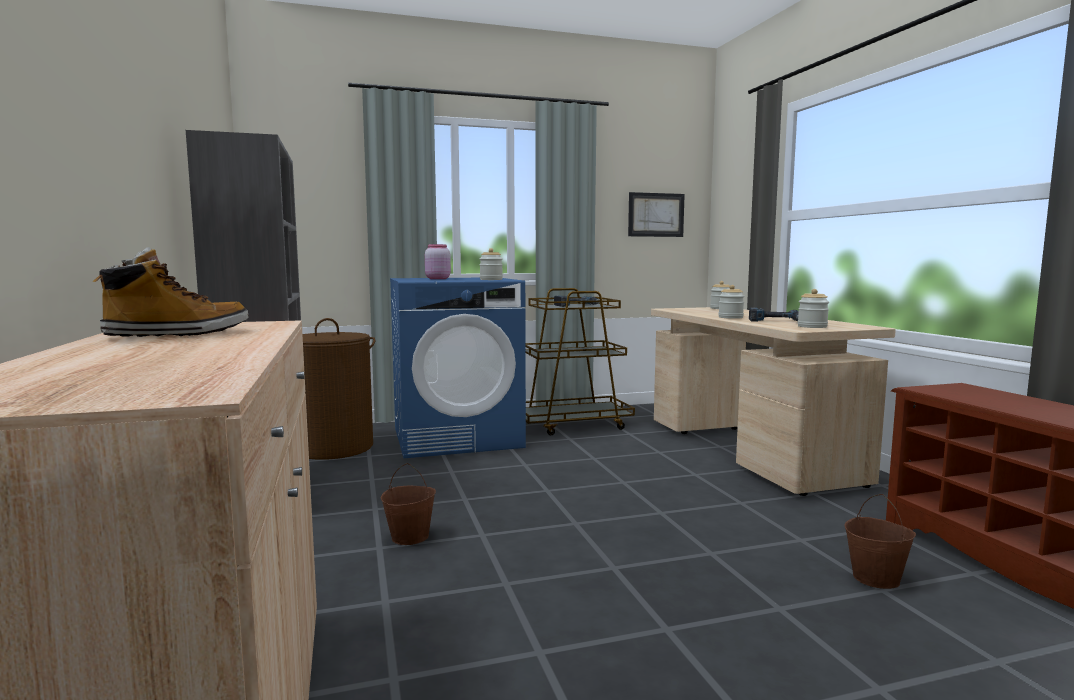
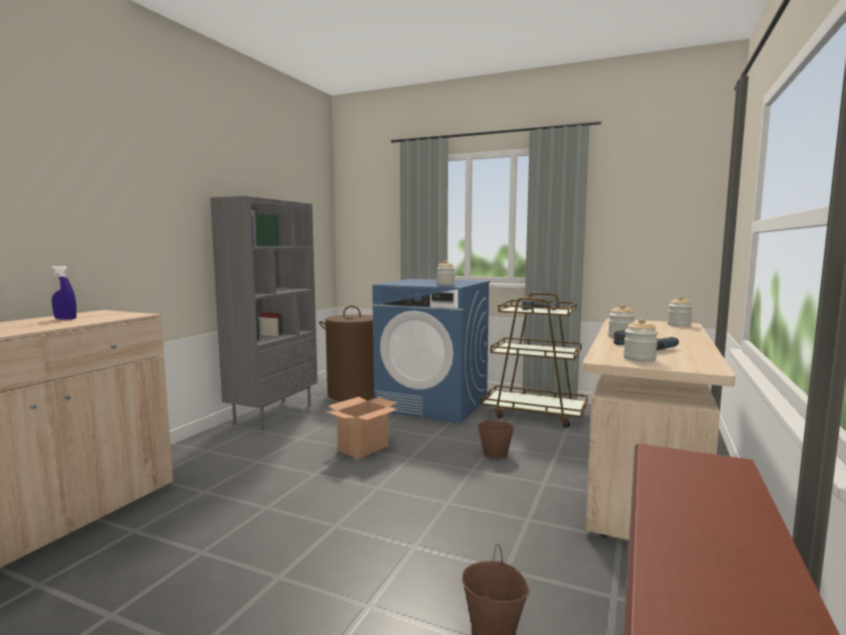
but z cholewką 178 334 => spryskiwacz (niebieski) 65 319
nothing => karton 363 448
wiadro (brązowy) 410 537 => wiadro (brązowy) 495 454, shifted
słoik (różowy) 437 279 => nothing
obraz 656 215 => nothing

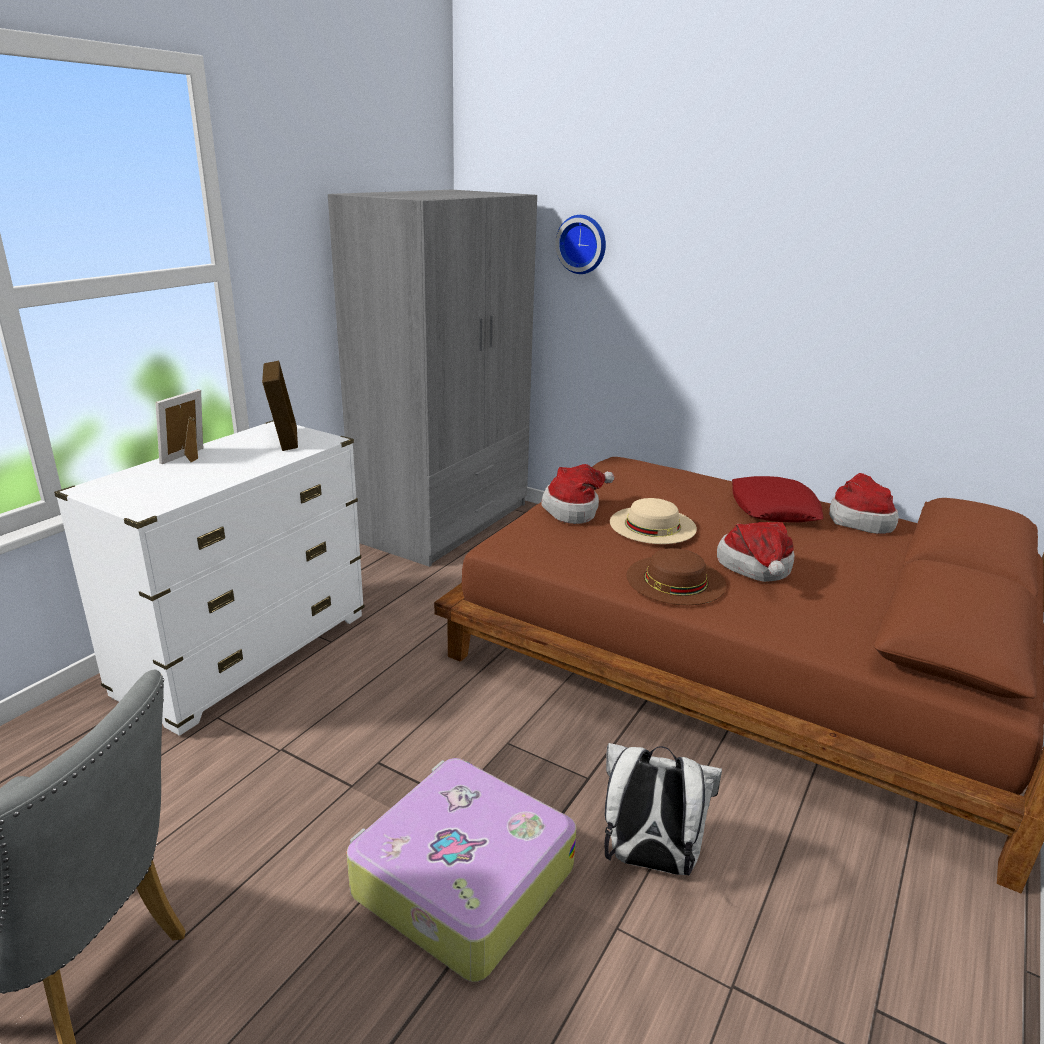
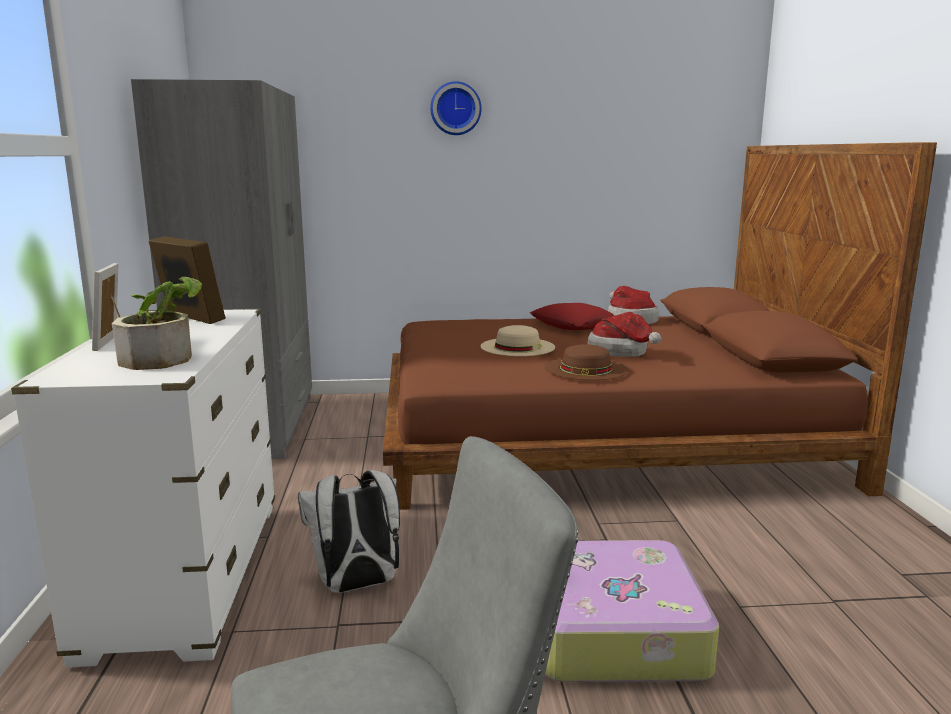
nothing => roślina doniczkowa 164 358
plecak (biały) 648 860 => plecak (biały) 356 586, shifted
zegar ścienny 582 244 => zegar ścienny 455 108, shifted
kapelusz 575 509 => nothing

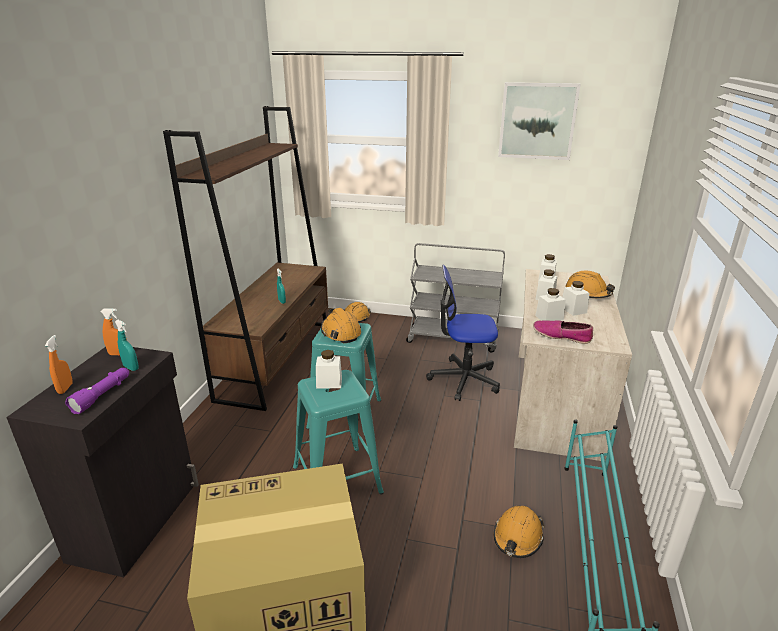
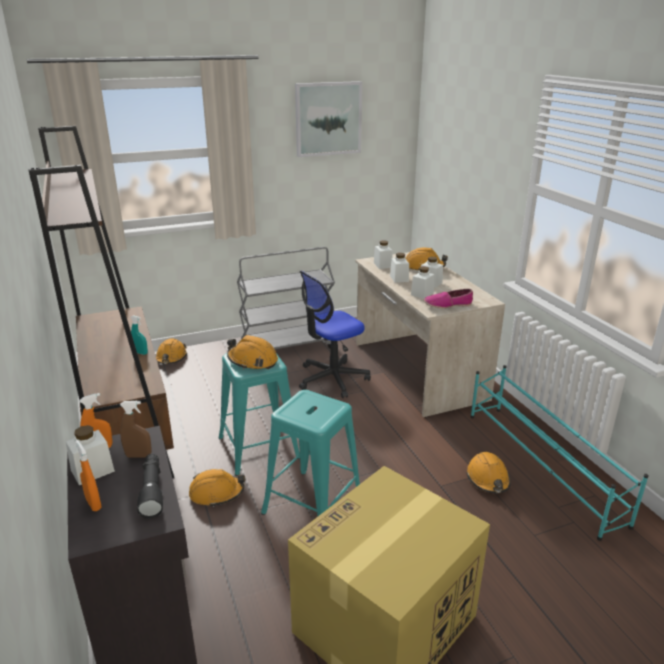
słoik (biały) 329 382 => słoik (biały) 92 471, shifted
spryskiwacz (turkusowy) 131 368 => spryskiwacz (brązowy) 138 455
latarka (fioletowy) 103 395 => latarka (czarny) 152 491
nothing => kask (pomarańczowy) 216 493

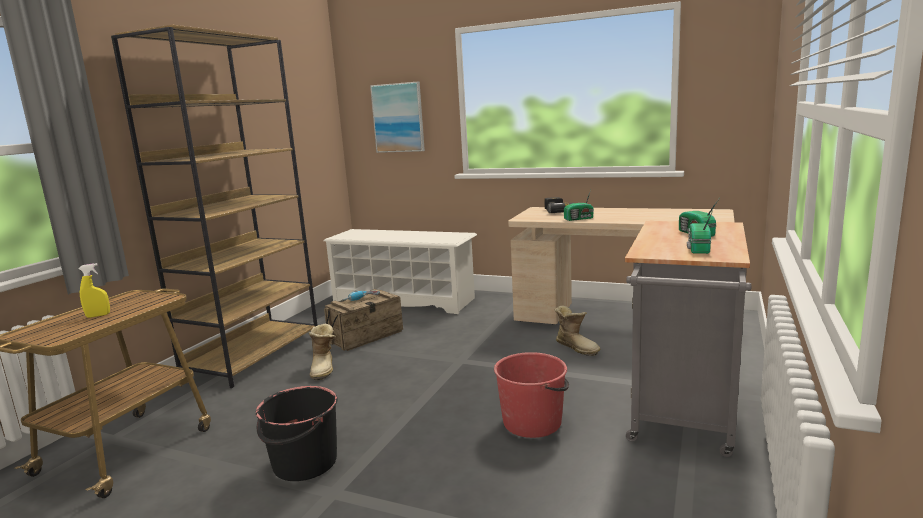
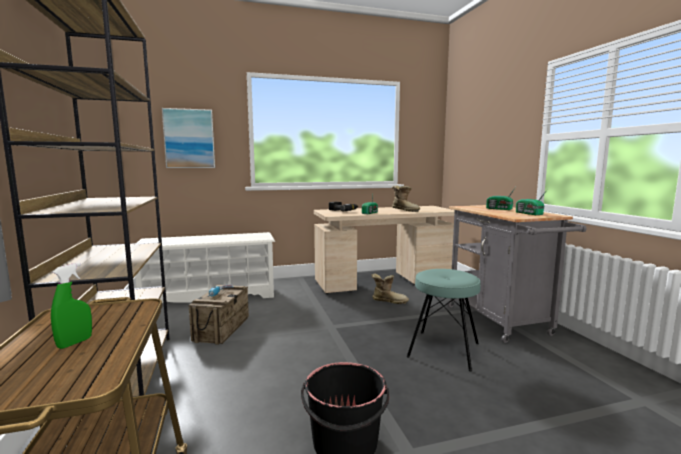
spryskiwacz (żółty) 98 315 => spryskiwacz (zielony) 75 343
but z cholewką 324 369 => but z cholewką 405 210, shifted
wiadro (czerwony) 533 422 => stołek (turkusowy) 443 350

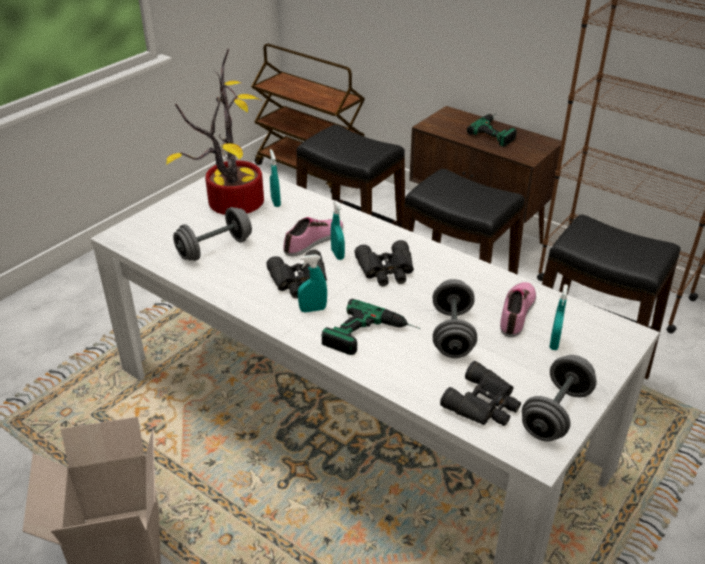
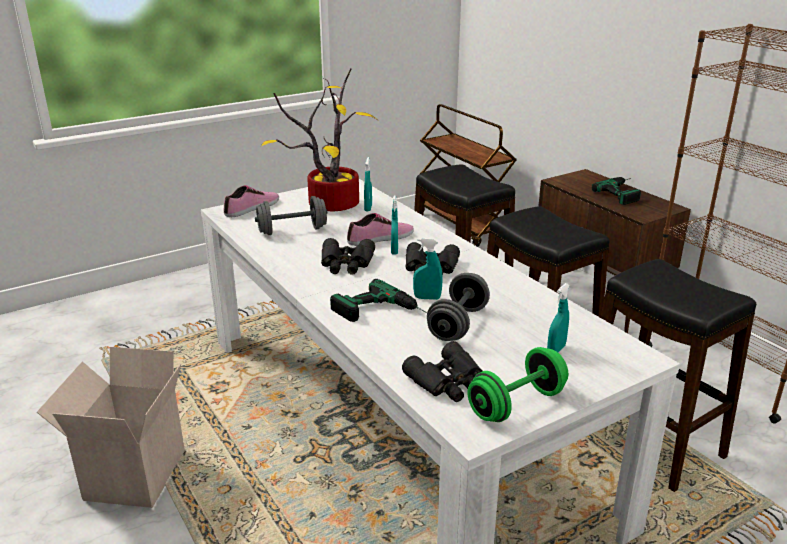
but 517 313 => but 252 208, shifted
spryskiwacz (turkusowy) 313 309 => spryskiwacz (turkusowy) 427 298, shifted
hantel (szary) 555 413 => hantel (zielony) 516 404

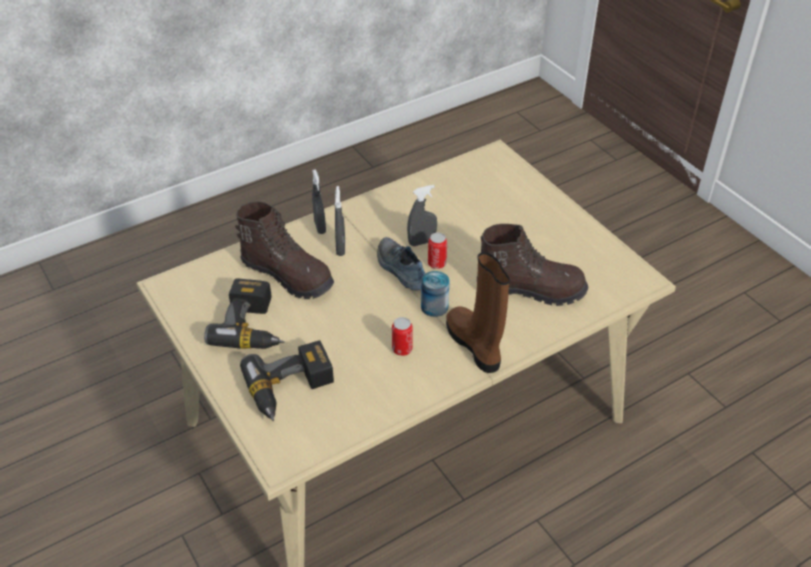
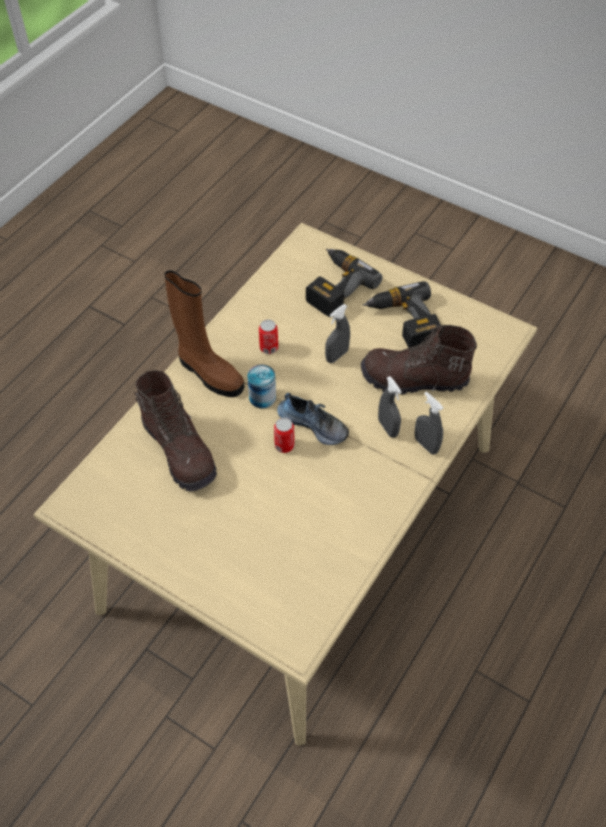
but z cholewką (brązowy) 530 288 => but z cholewką (brązowy) 180 450, 105 degrees counterclockwise
spryskiwacz (szary) 422 242 => spryskiwacz (szary) 337 355, shifted

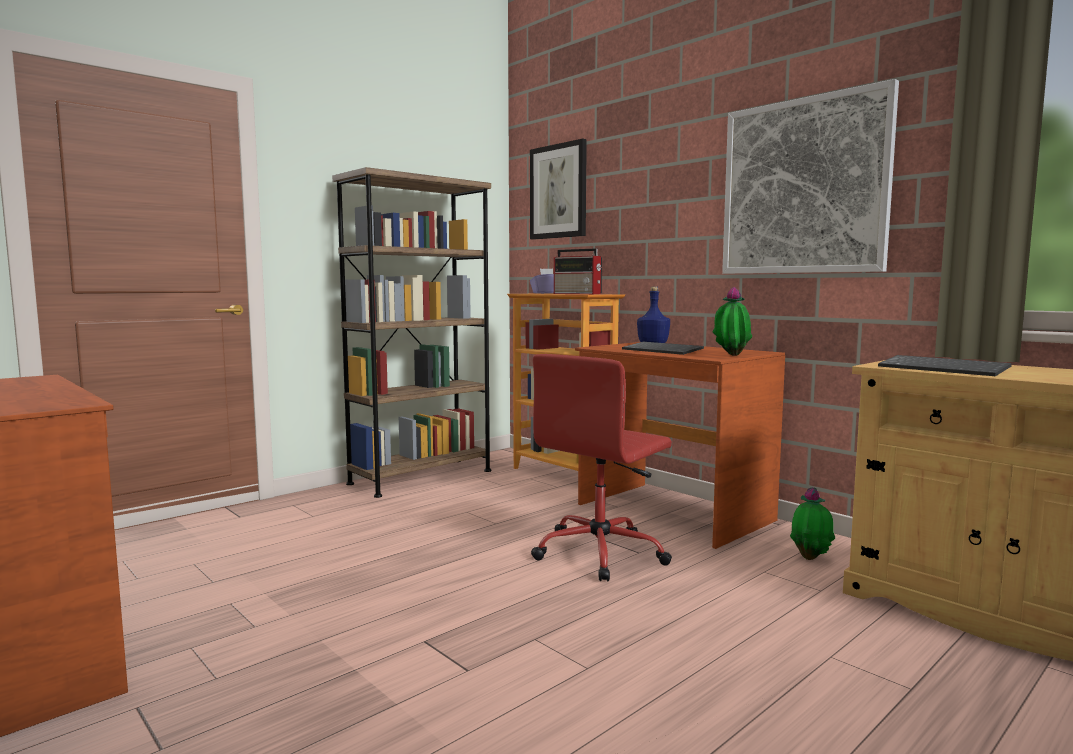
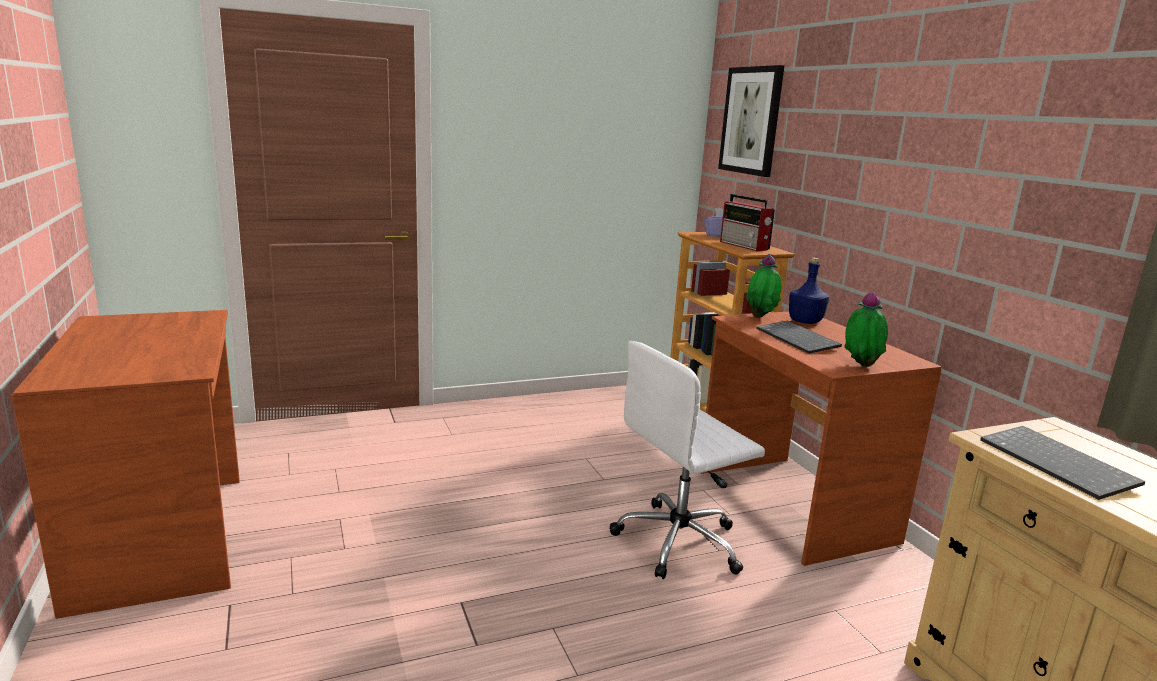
krzesło biurowe (czerwony) 601 553 => krzesło biurowe (biały) 680 541
roślina doniczkowa 811 558 => roślina doniczkowa 761 317, shifted
regał (brązowy) 421 477 => nothing
obraz 803 187 => nothing

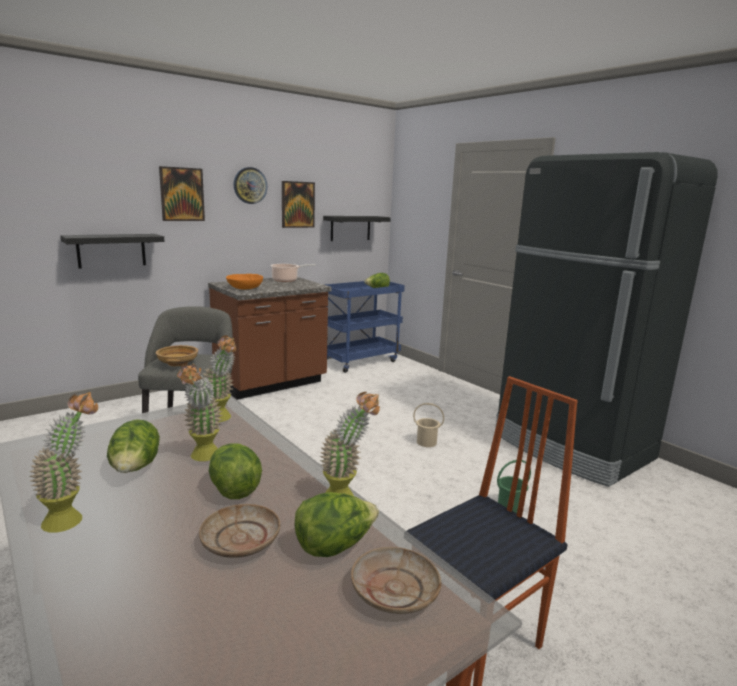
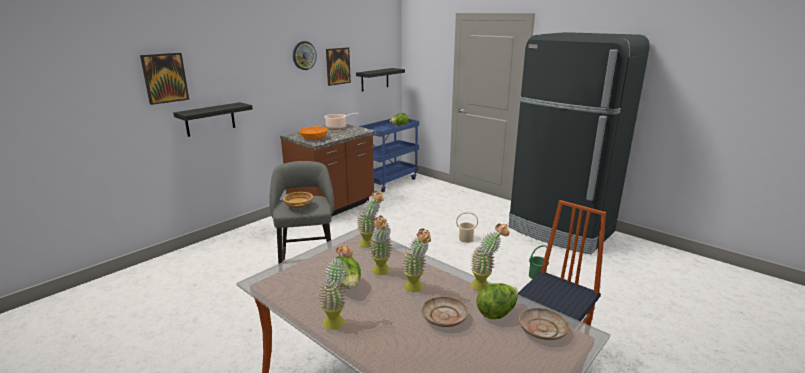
obraz 182 194 => obraz 165 78, shifted
sałata 234 489 => roślina doniczkowa 416 289

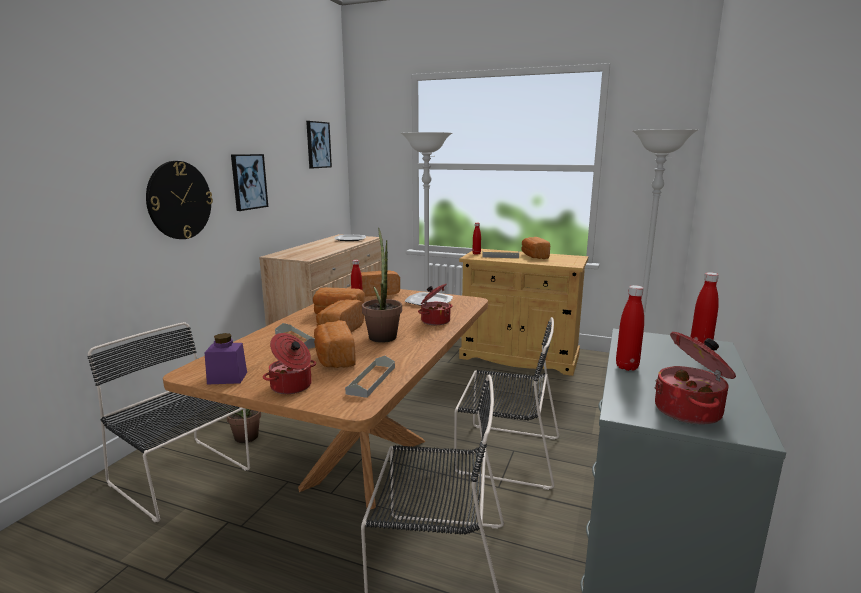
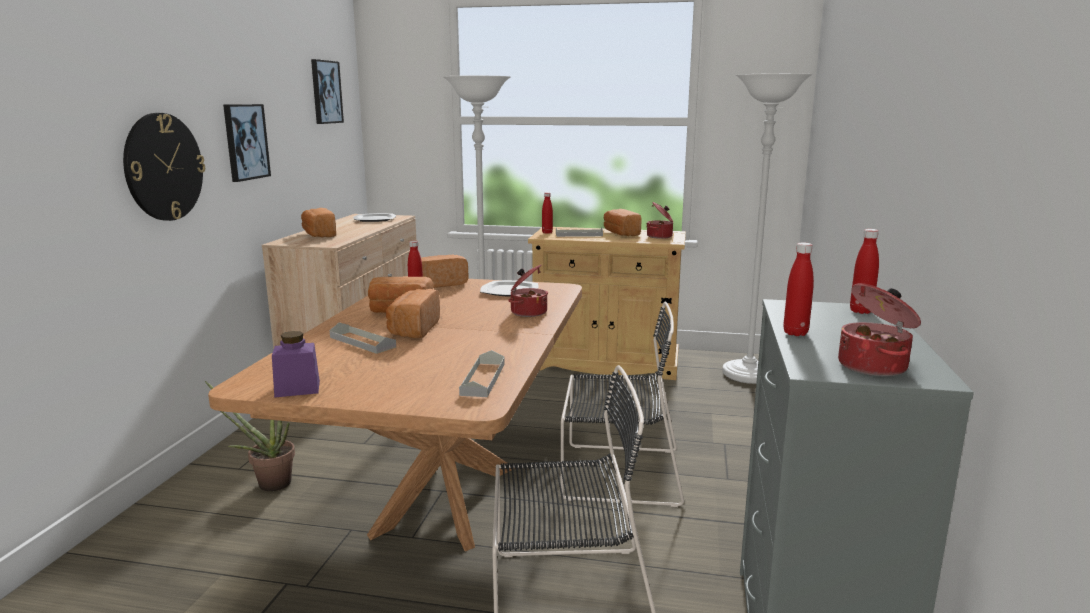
chleb 334 359 => chleb 318 235, shifted
garnek 292 387 => garnek 660 236, shifted
krzesło (czarny) 182 478 => nothing
roślina doniczkowa 382 335 => nothing

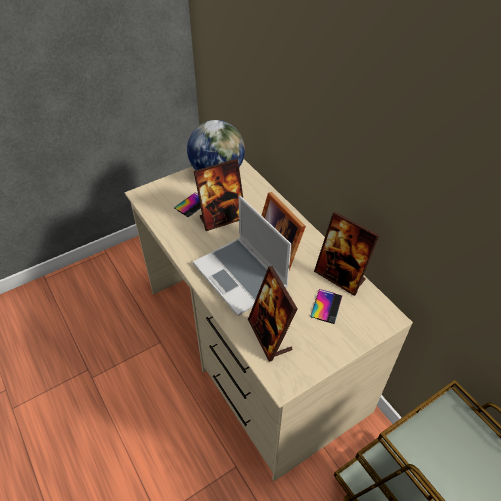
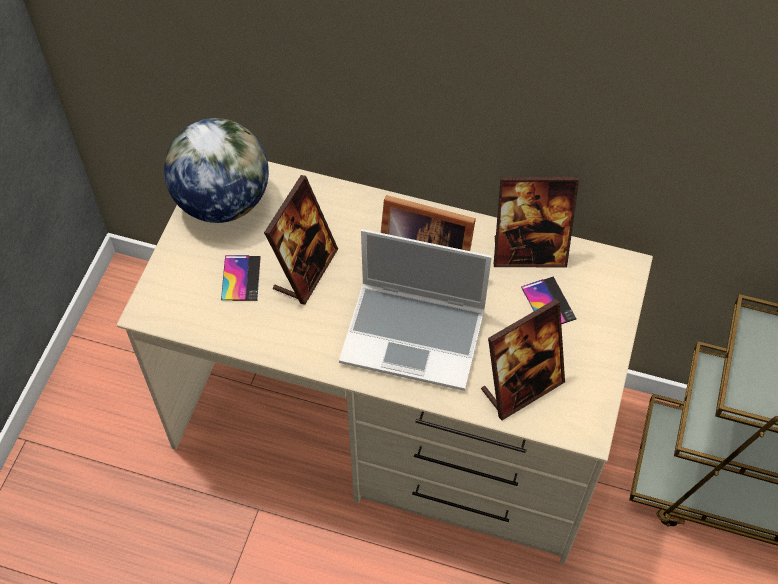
ramka na zdjęcie 270 336 => ramka na zdjęcie 521 387, 60 degrees counterclockwise

